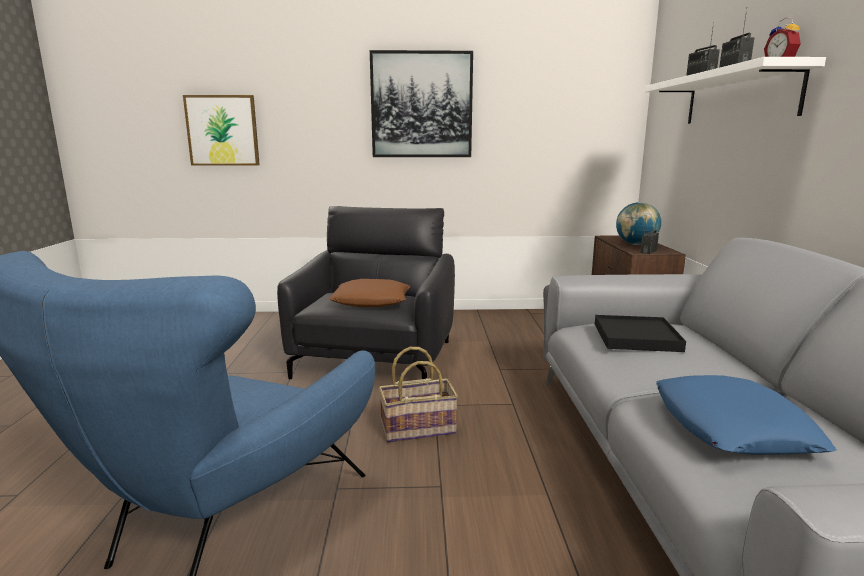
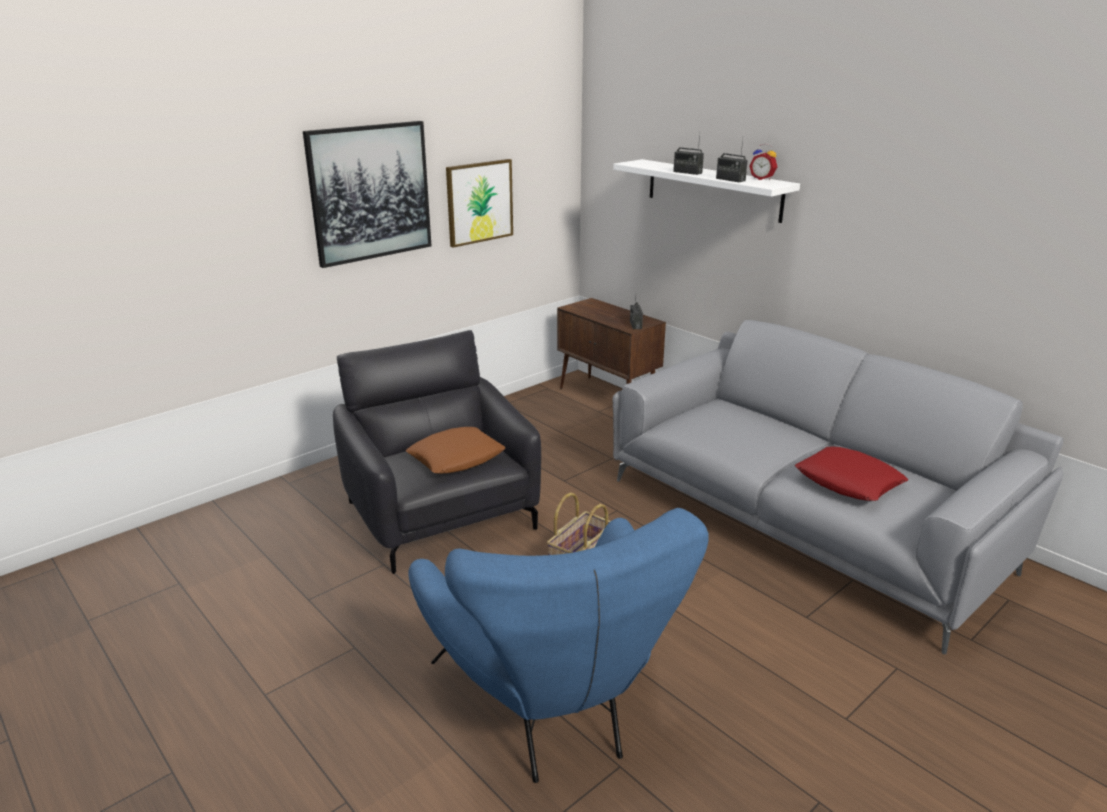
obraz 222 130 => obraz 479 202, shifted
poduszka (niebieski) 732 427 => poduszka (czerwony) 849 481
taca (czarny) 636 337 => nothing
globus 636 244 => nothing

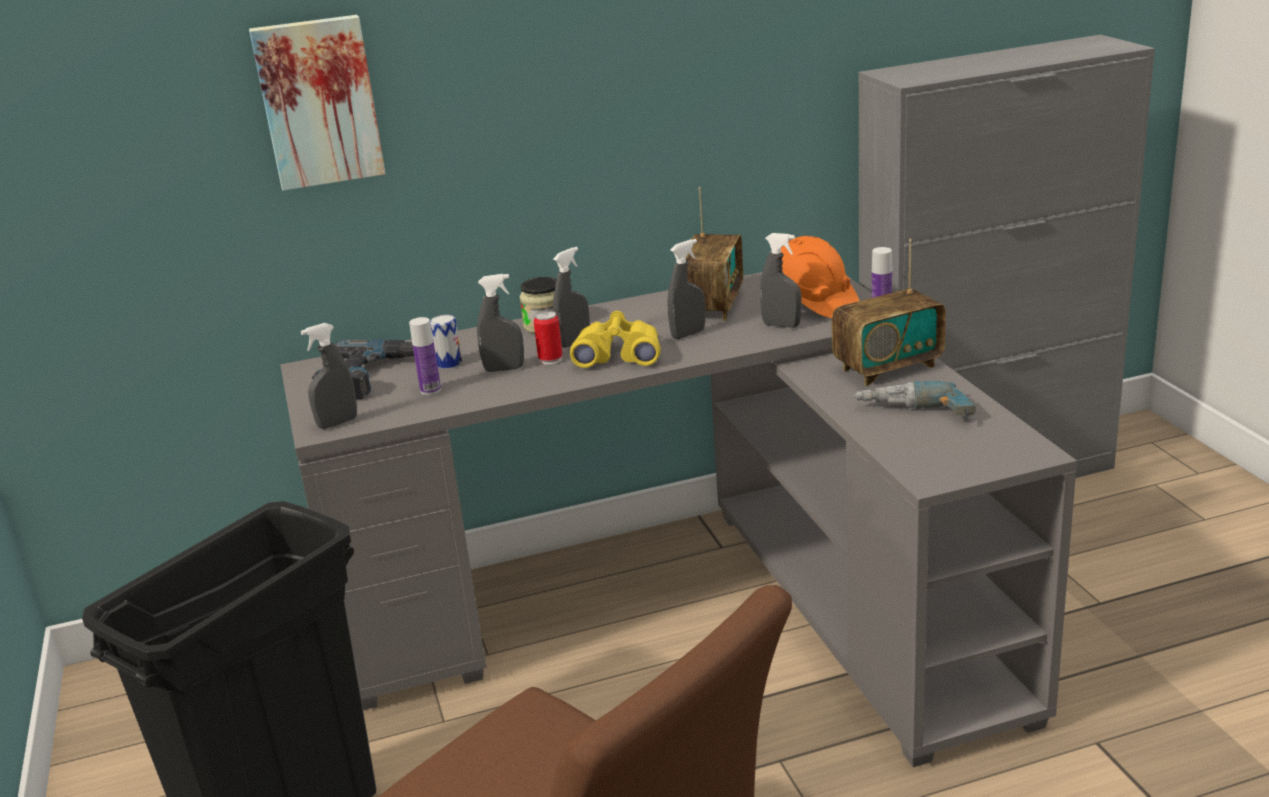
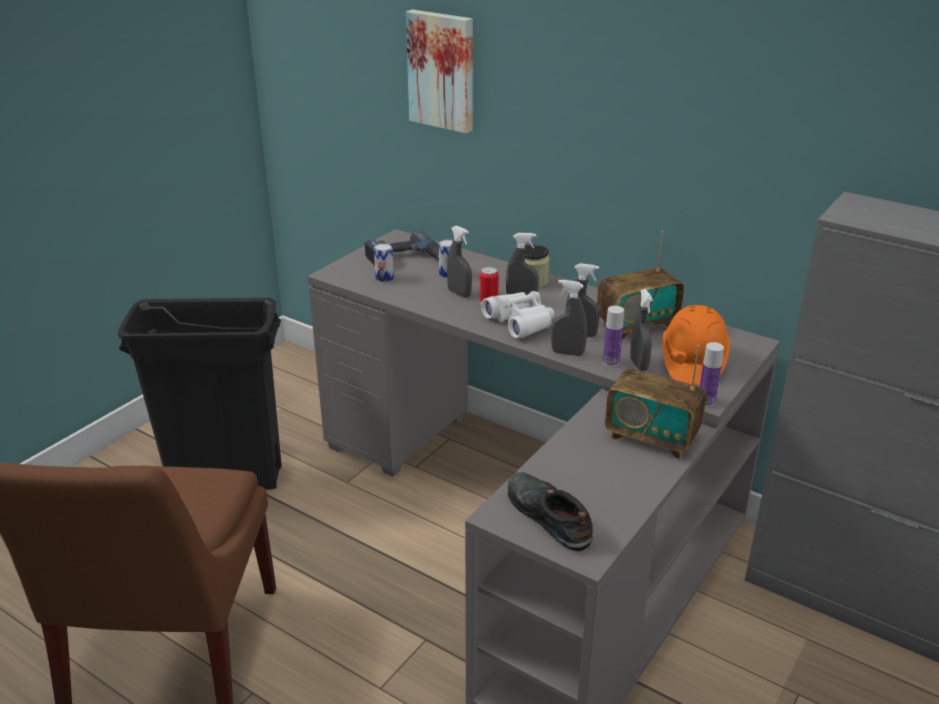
nothing => puszka 384 278
lornetka (żółty) 618 355 => lornetka (biały) 520 322
nothing => but (czarny) 547 516
spryskiwacz (szary) 337 423 => spryskiwacz (szary) 567 353, shifted
butelka 430 390 => butelka 611 362, shifted
wiertarka 913 415 => nothing

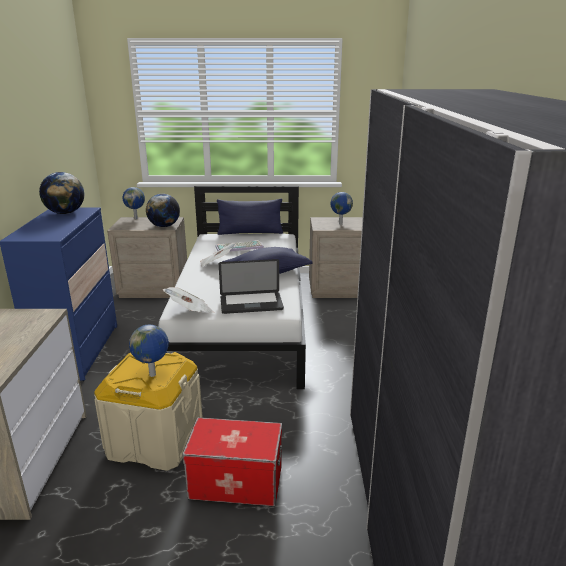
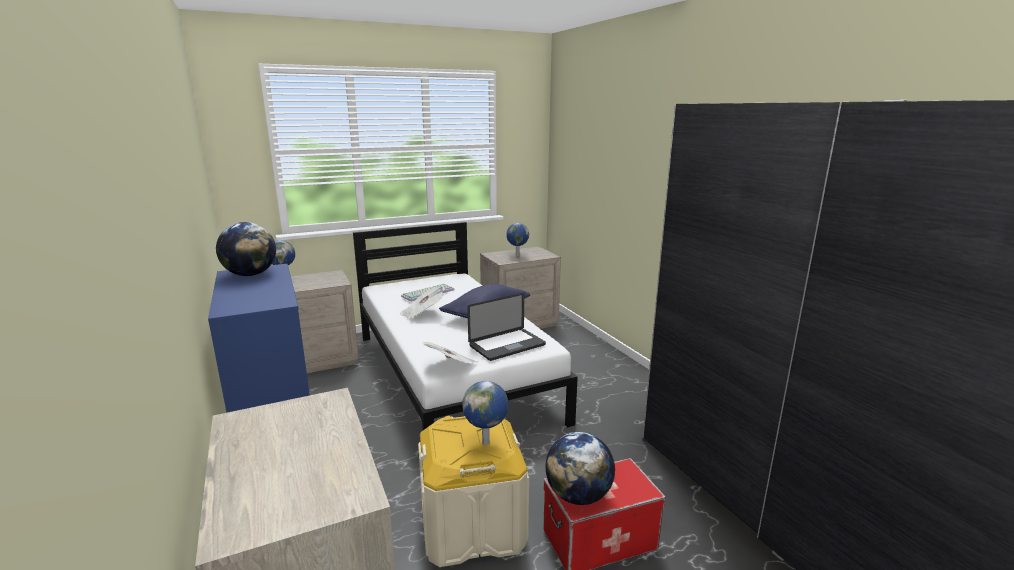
globus 164 226 => globus 578 496, shifted
poduszka (niebieski) 250 233 => nothing

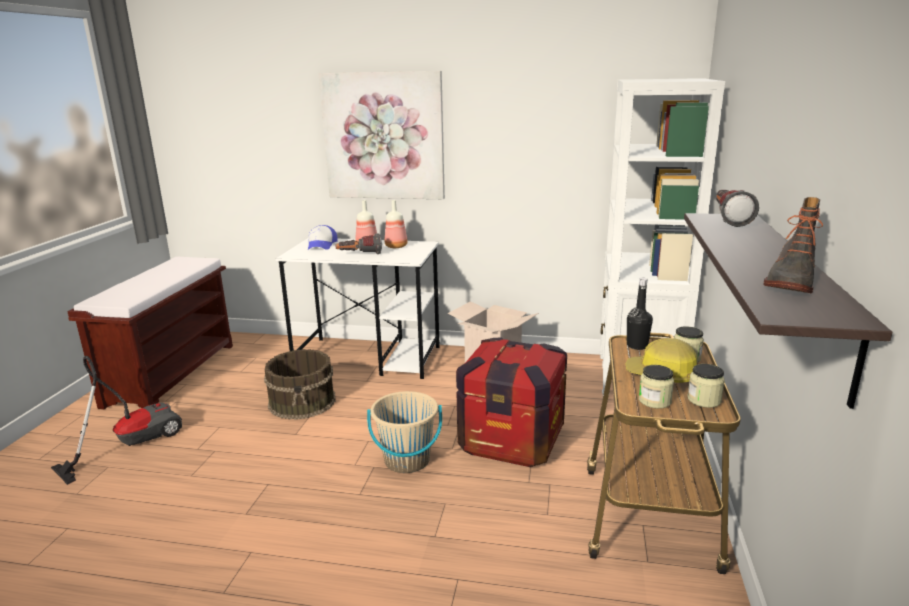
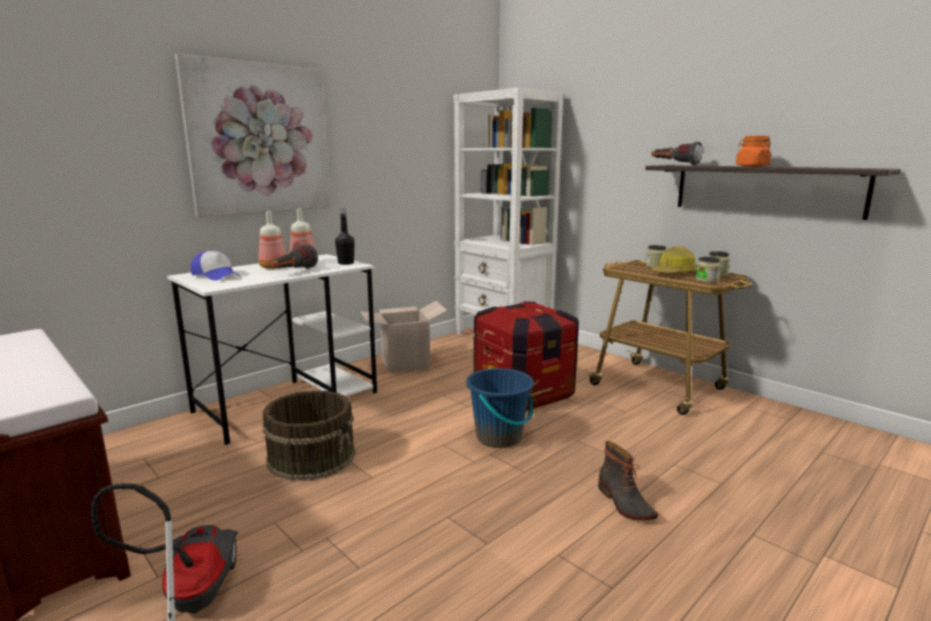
butelka (czarny) 637 346 => butelka (czarny) 346 263, shifted
wiadro (beżowy) 407 460 => wiadro (niebieski) 499 437
but z cholewką 789 281 => but z cholewką 624 503, shifted
nothing => słoik (pomarańczowy) 751 166

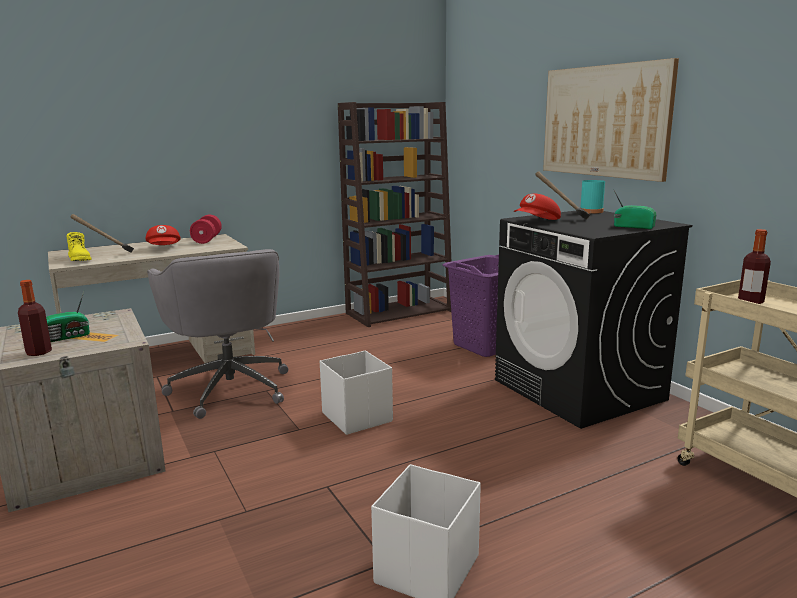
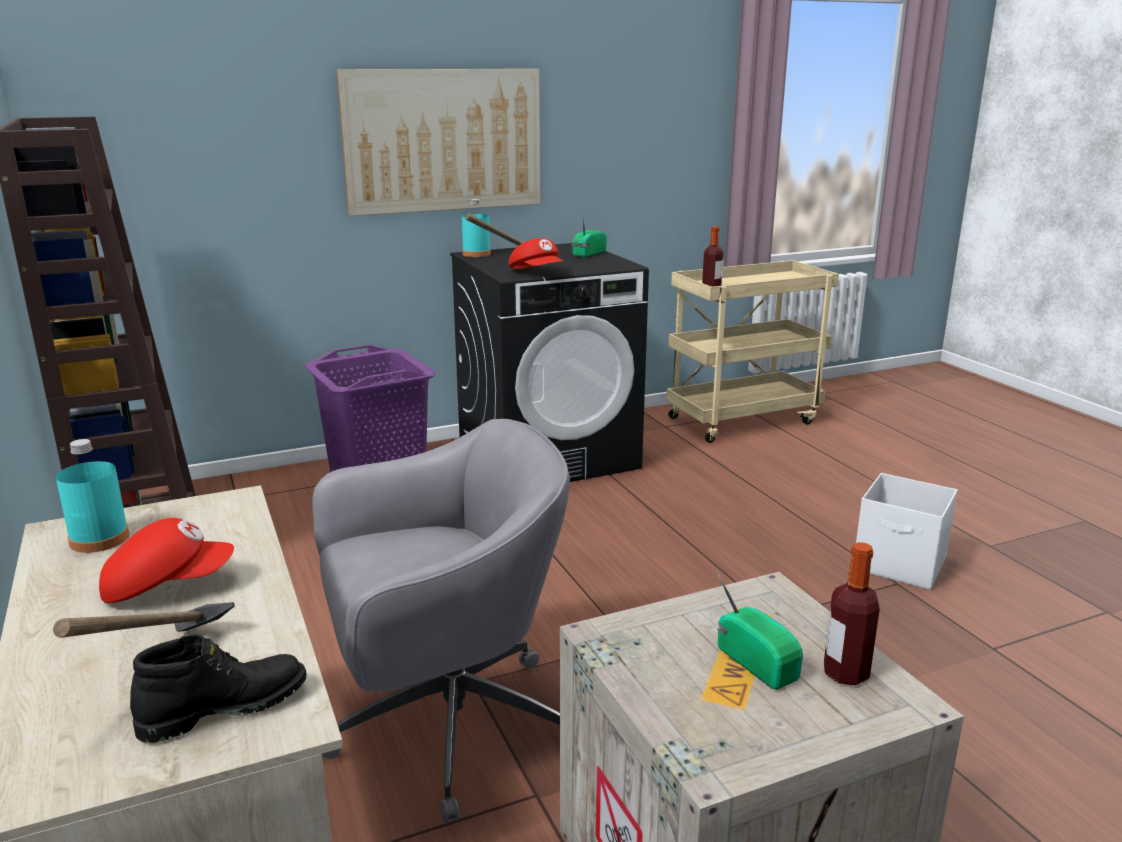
hantel (czerwony) 207 239 => butelka (turkusowy) 99 539
but z cholewką (żółty) 80 259 => but z cholewką (czarny) 224 707
pojemnik do przechowywania (biały) 357 417 => nothing

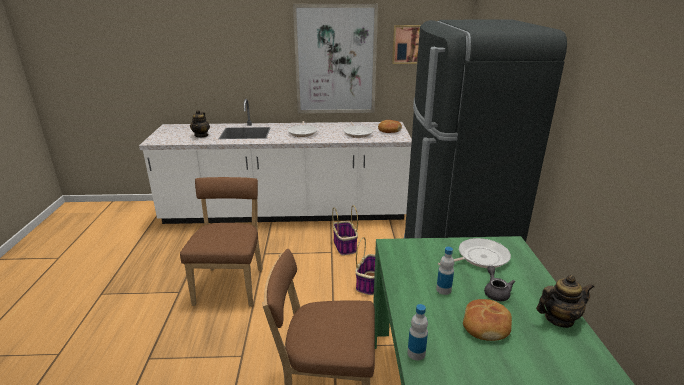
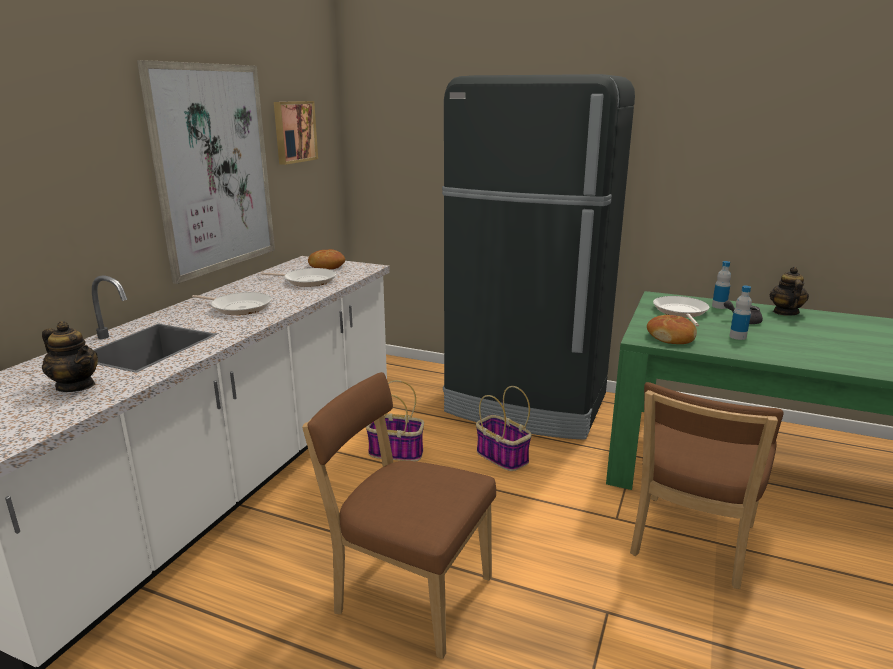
chleb 486 326 => chleb 671 337, shifted
butelka 416 353 => butelka 719 306, shifted

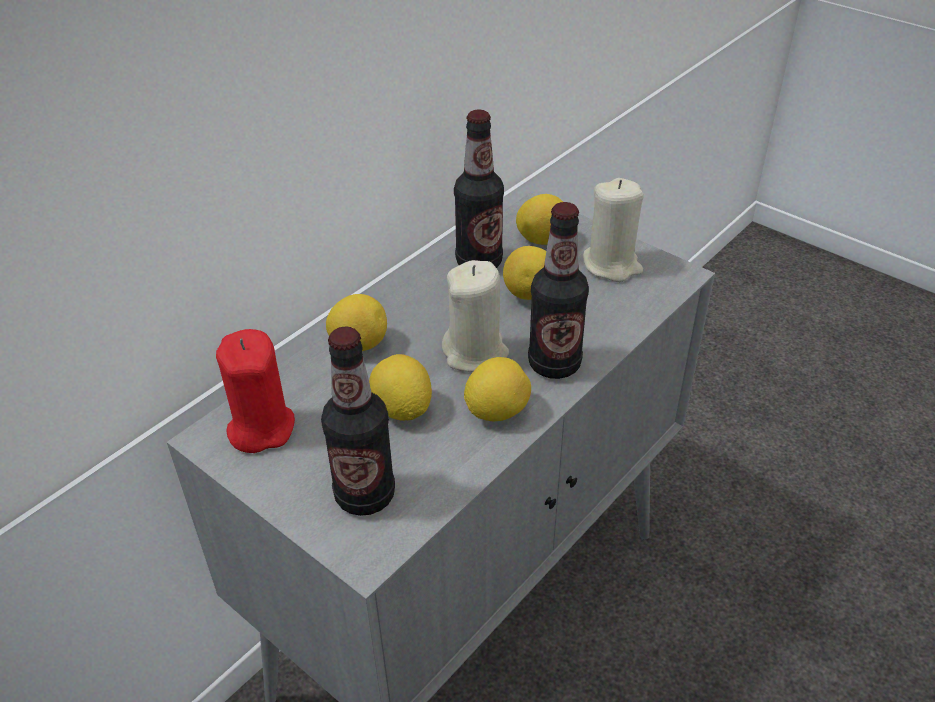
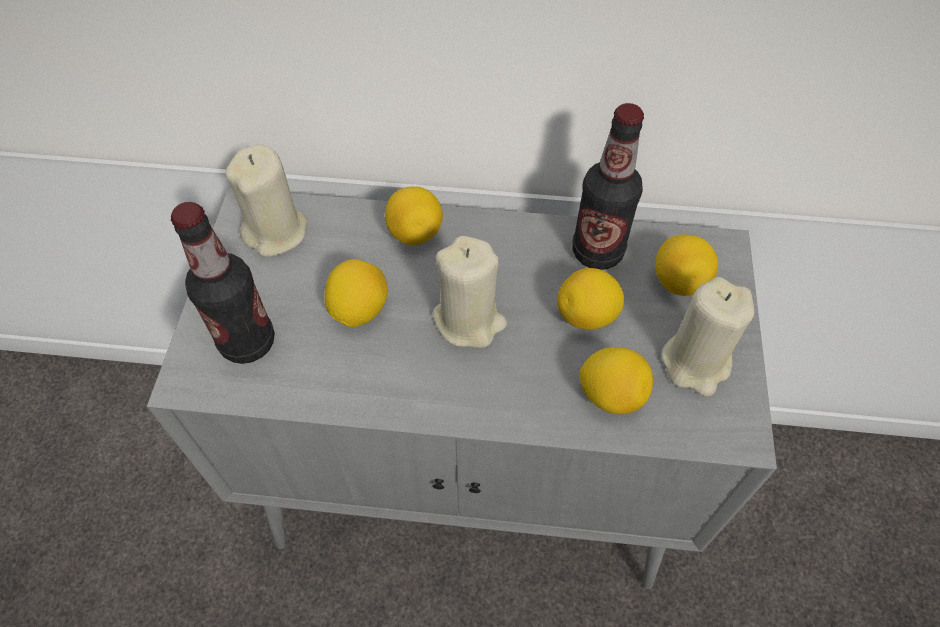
świeca (czerwony) 260 427 => świeca (beżowy) 276 231
cytryna 497 411 => cytryna 611 395, shifted
butelka 554 364 => nothing

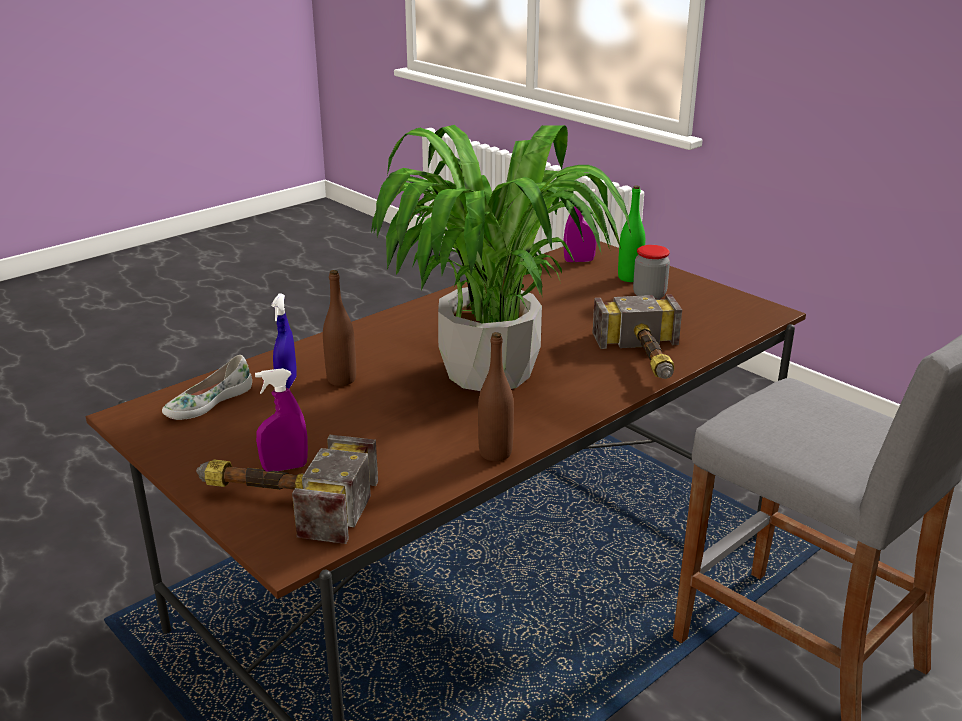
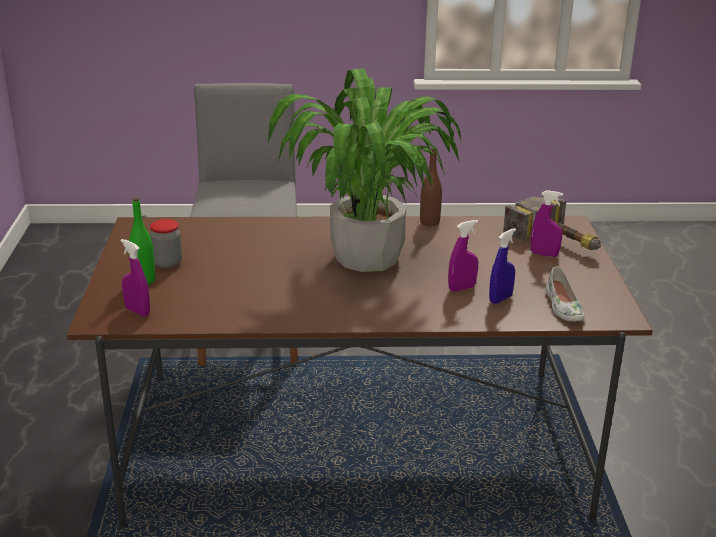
butelka (brązowy) 341 379 => spryskiwacz (fioletowy) 462 288
but (biały) 208 402 => but (biały) 562 307, 90 degrees clockwise
młotek 647 360 => nothing

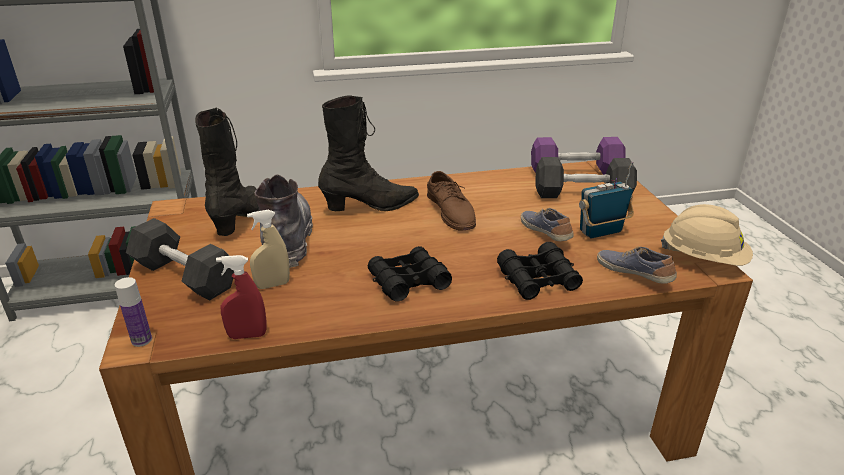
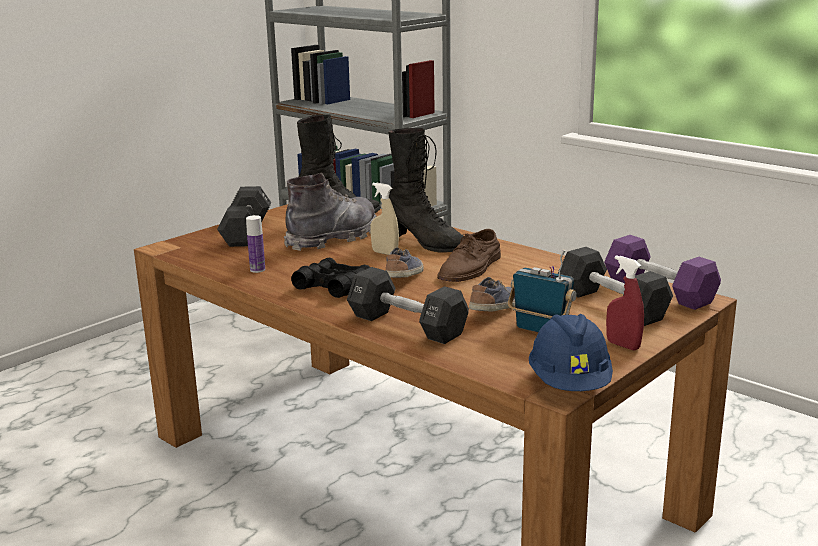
butelka 141 340 => butelka 257 270, shifted
lornetka (czarny) 538 279 => hantel (czarny) 407 325
spryskiwacz (beżowy) 272 285 => spryskiwacz (beżowy) 385 253, shifted
but 634 273 => but 405 276, shifted
kask (beżowy) 703 259 => kask (niebieski) 570 383
spryskiwacz (czerwony) 247 335 => spryskiwacz (czerwony) 623 345, shifted

